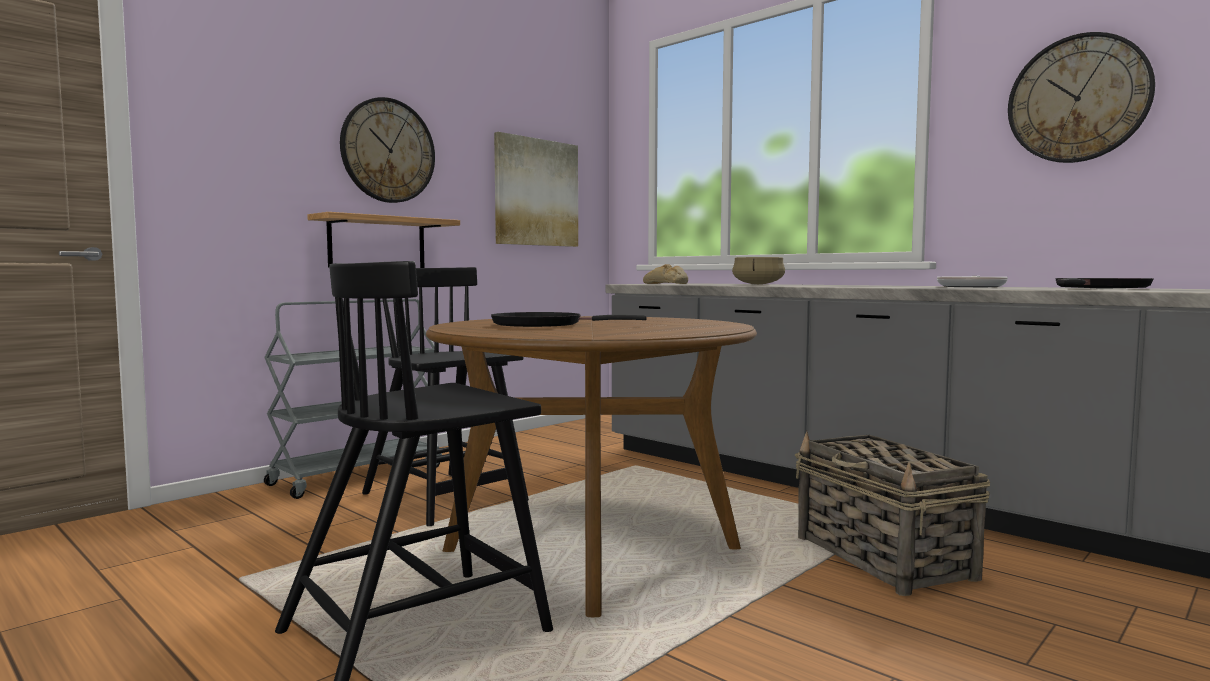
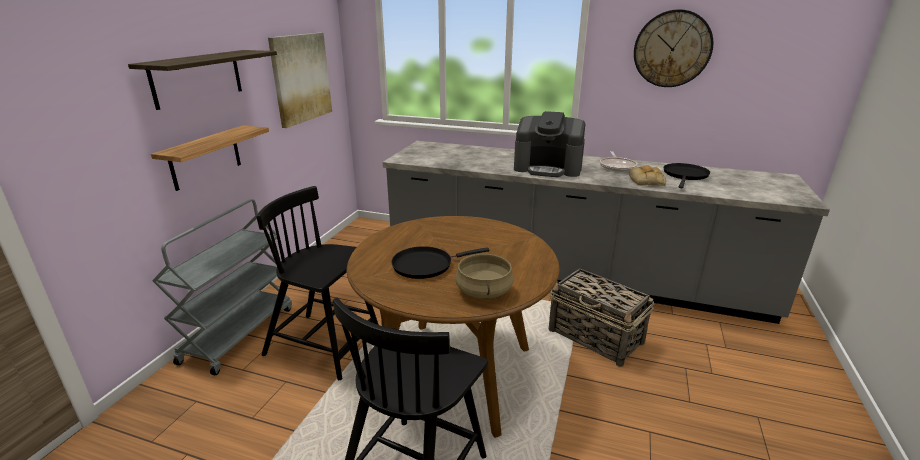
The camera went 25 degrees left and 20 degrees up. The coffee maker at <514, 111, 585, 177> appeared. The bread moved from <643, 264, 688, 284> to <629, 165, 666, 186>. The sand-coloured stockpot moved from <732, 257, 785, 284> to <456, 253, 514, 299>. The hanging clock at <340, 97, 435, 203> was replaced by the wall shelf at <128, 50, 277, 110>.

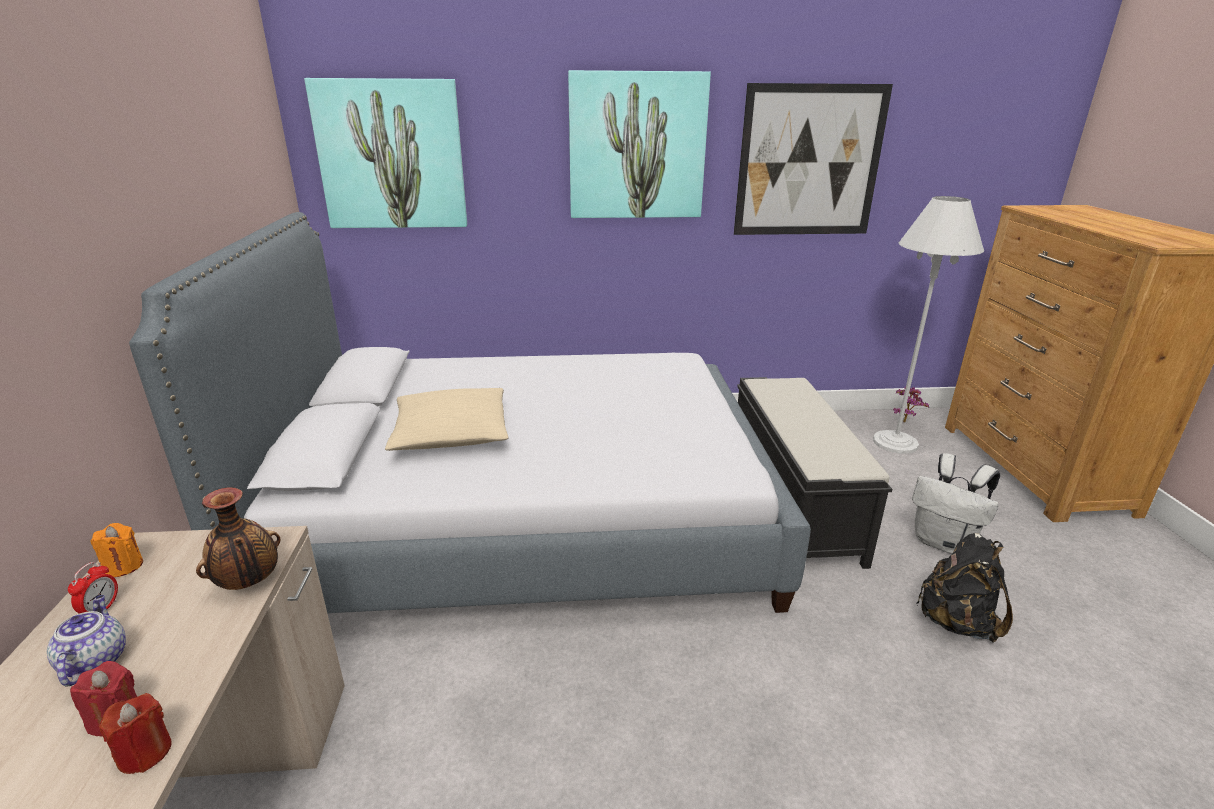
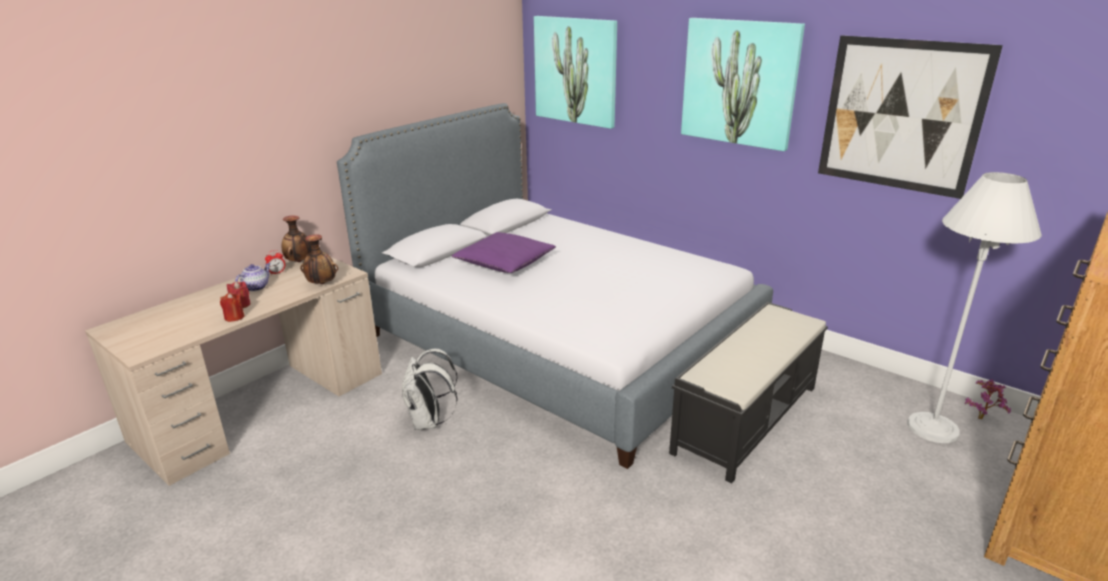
The camera went 45 degrees right and 0 degrees up. The blackish rucksack at <916, 533, 1013, 643> disappeared. The whitish rucksack moved from <912, 453, 1000, 554> to <401, 348, 458, 430>. The orange wax candle at <90, 523, 143, 577> was replaced by the vase at <282, 215, 311, 262>. The sand-coloured cushion at <385, 388, 509, 451> became the purple-coloured cushion at <451, 232, 556, 273>.

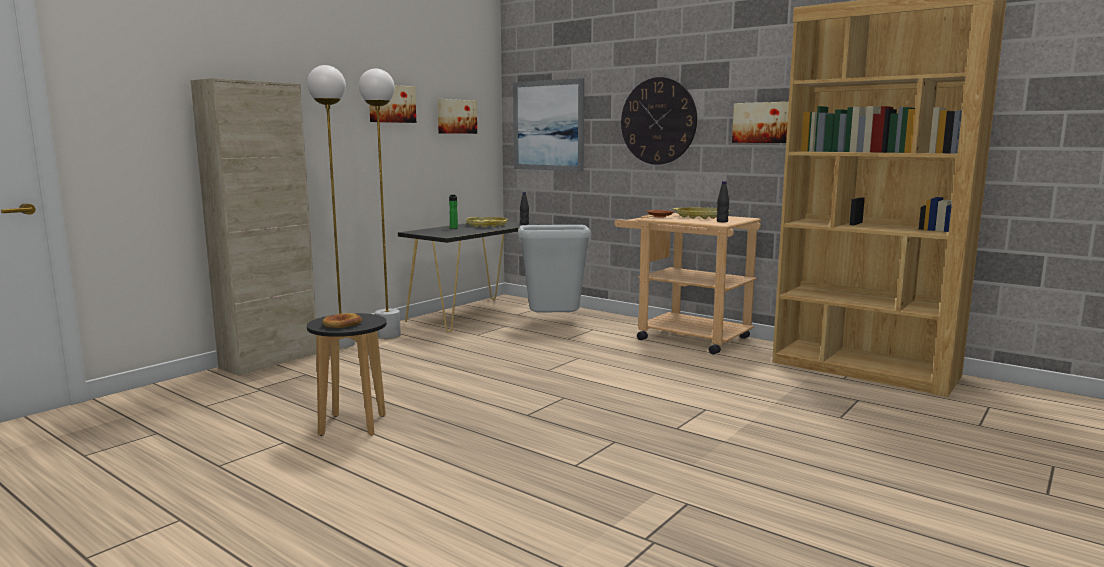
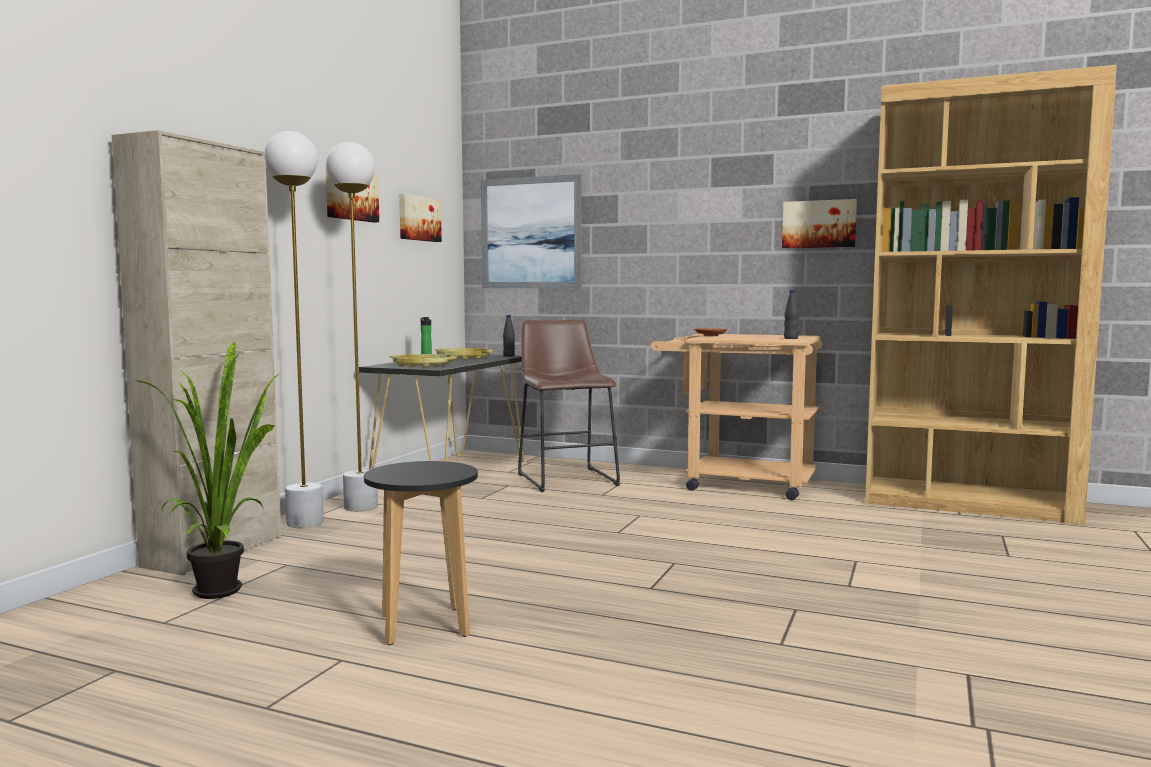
The camera went 15 degrees left and 5 degrees down. The bread at <322, 313, 362, 328> disappeared. The hanging clock at <621, 77, 697, 165> disappeared. The plant in a pot at <135, 342, 279, 599> appeared. The yellow-coloured carrying tray moved from <673, 207, 730, 219> to <390, 354, 457, 368>. The grey trash can at <518, 225, 591, 313> was replaced by the brownish stool at <518, 319, 620, 492>.

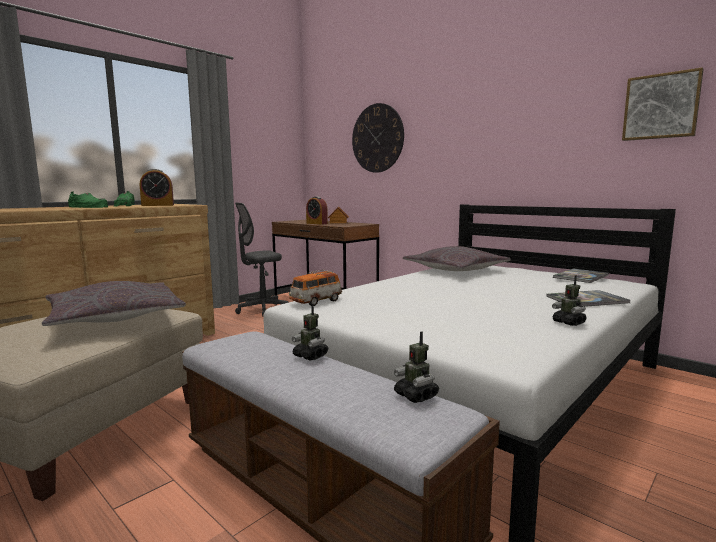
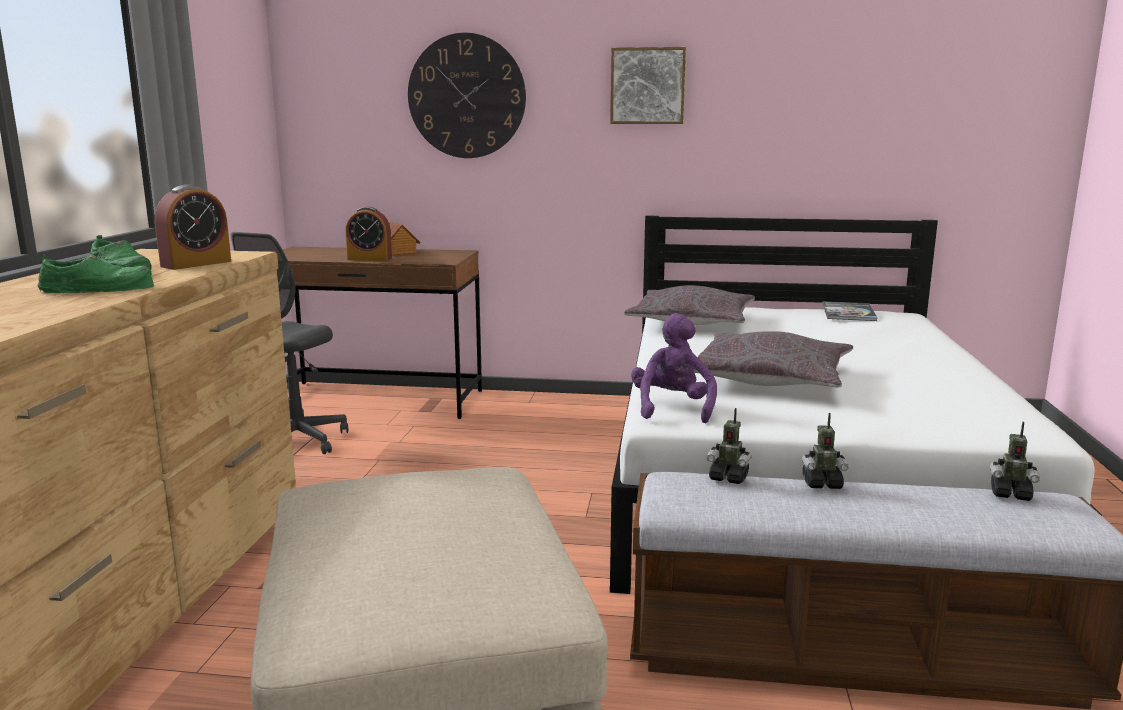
The camera went 35 degrees left and 5 degrees up. The bound book at <546, 290, 630, 307> disappeared. The grey cushion moved from <42, 281, 186, 326> to <693, 331, 853, 388>. The robot figure moved from <552, 275, 587, 326> to <707, 408, 752, 484>. The wall picture moved from <622, 67, 704, 141> to <610, 47, 686, 124>. The model car at <289, 270, 342, 306> was replaced by the purple-coloured soft toy at <631, 313, 717, 423>.

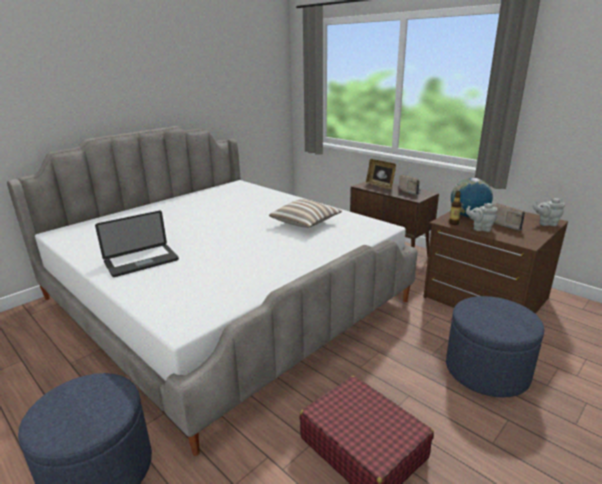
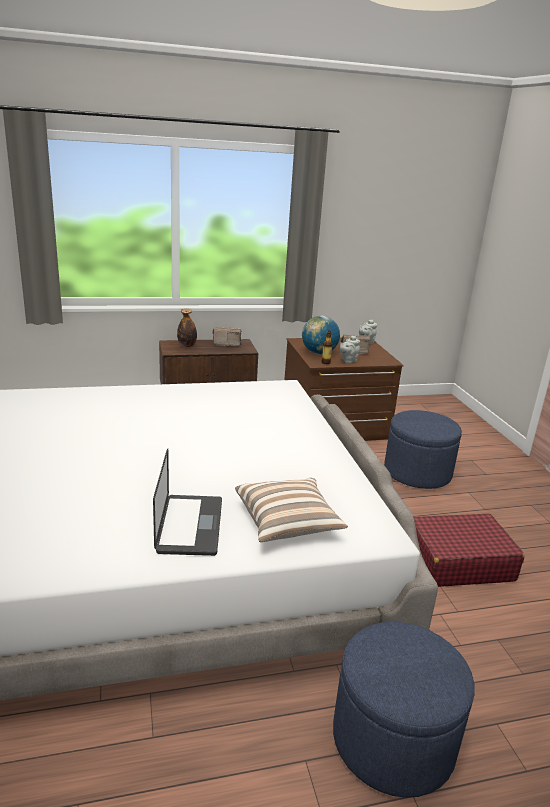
The camera went 60 degrees left and 0 degrees up. The cushion moved from <269, 199, 342, 228> to <235, 478, 348, 542>. The photo frame at <366, 159, 396, 189> was replaced by the beverage bottle at <177, 308, 197, 347>.

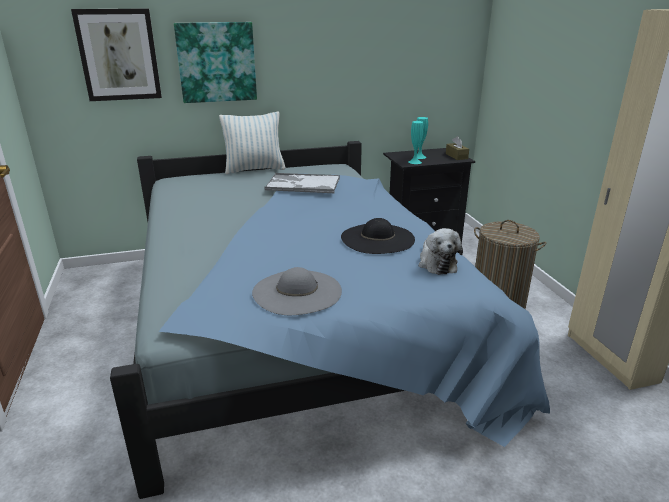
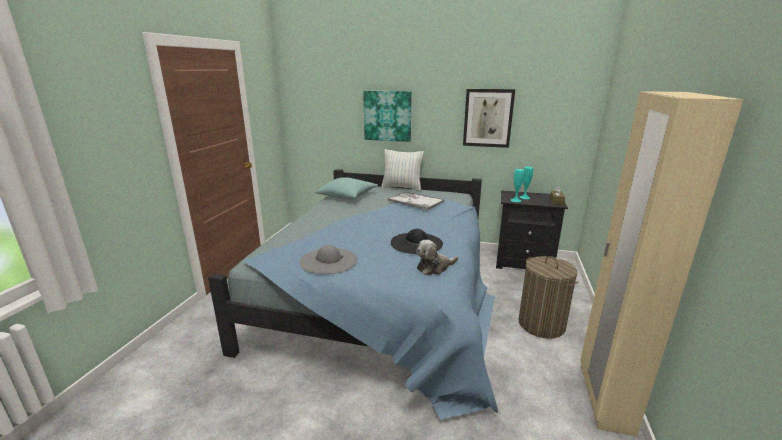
The camera went 30 degrees right and 5 degrees down. The blue-green cushion at <315, 177, 378, 199> appeared. The wall picture moved from <71, 8, 162, 101> to <463, 89, 515, 148>. The soft toy at <419, 228, 463, 275> turned 45 degrees clockwise.

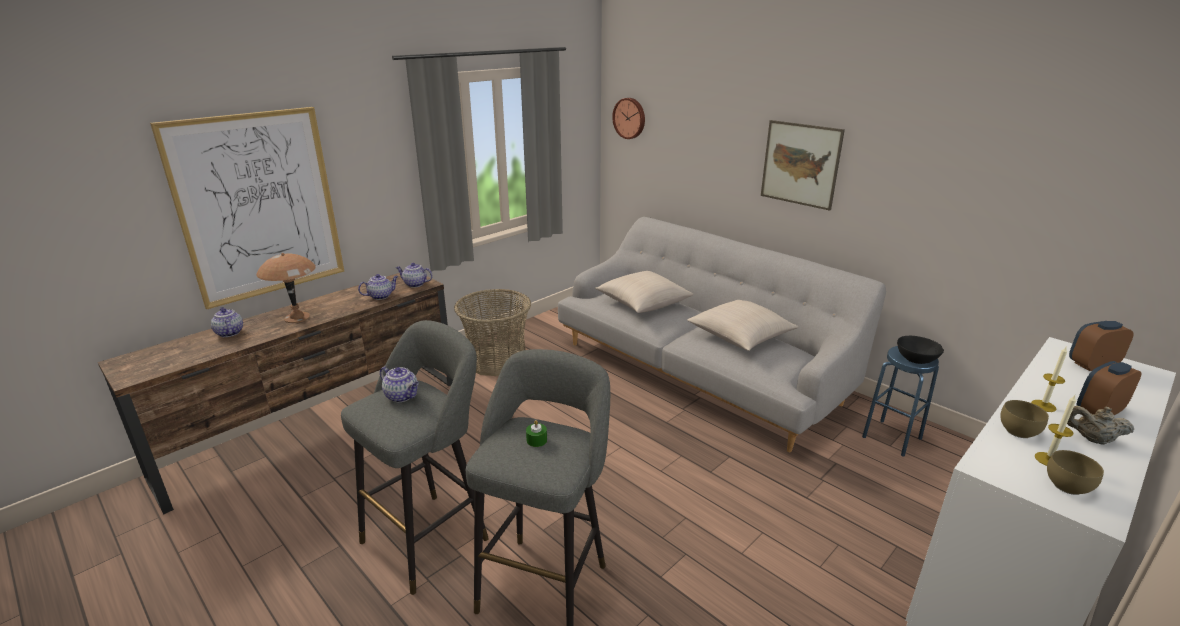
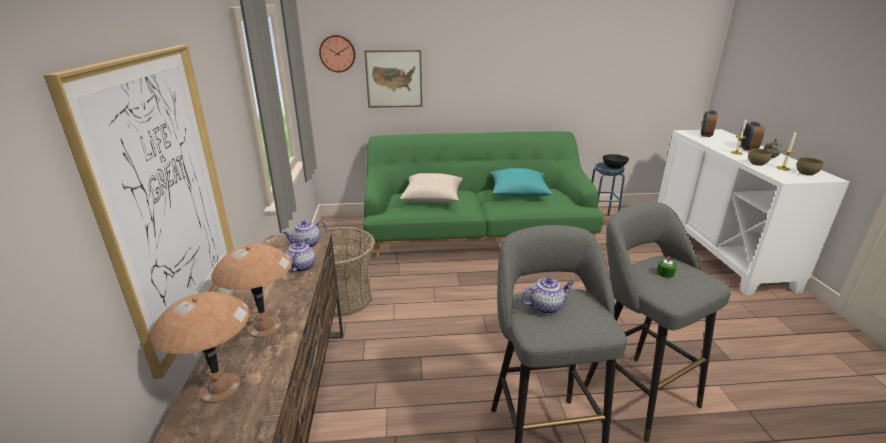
The camera went 50 degrees left and 0 degrees up. The wall picture moved from <761, 120, 845, 211> to <364, 50, 422, 108>. The teapot at <211, 307, 243, 337> was replaced by the brownish tabletop lamp at <150, 292, 250, 403>. The grey settee at <558, 217, 886, 452> became the greenish settee at <363, 131, 604, 259>. The sand-coloured cushion at <687, 300, 799, 351> became the blue-green cushion at <490, 168, 553, 197>.

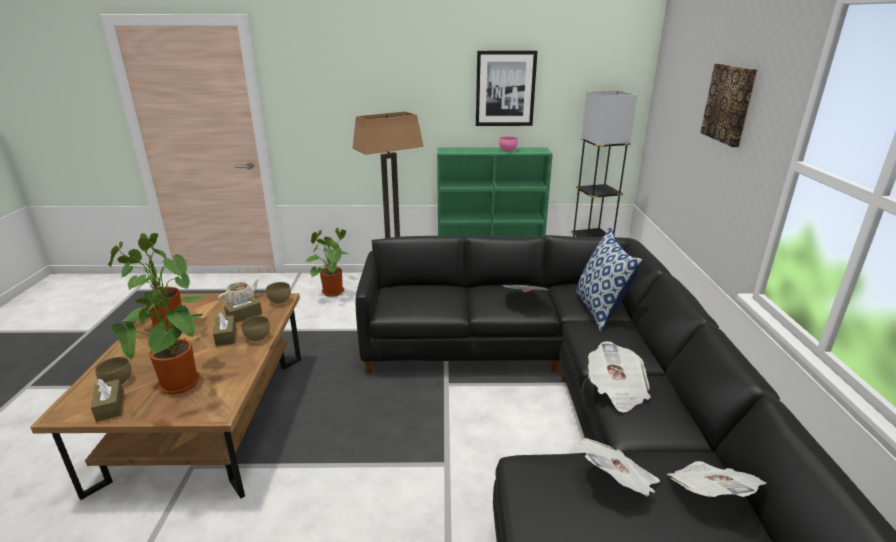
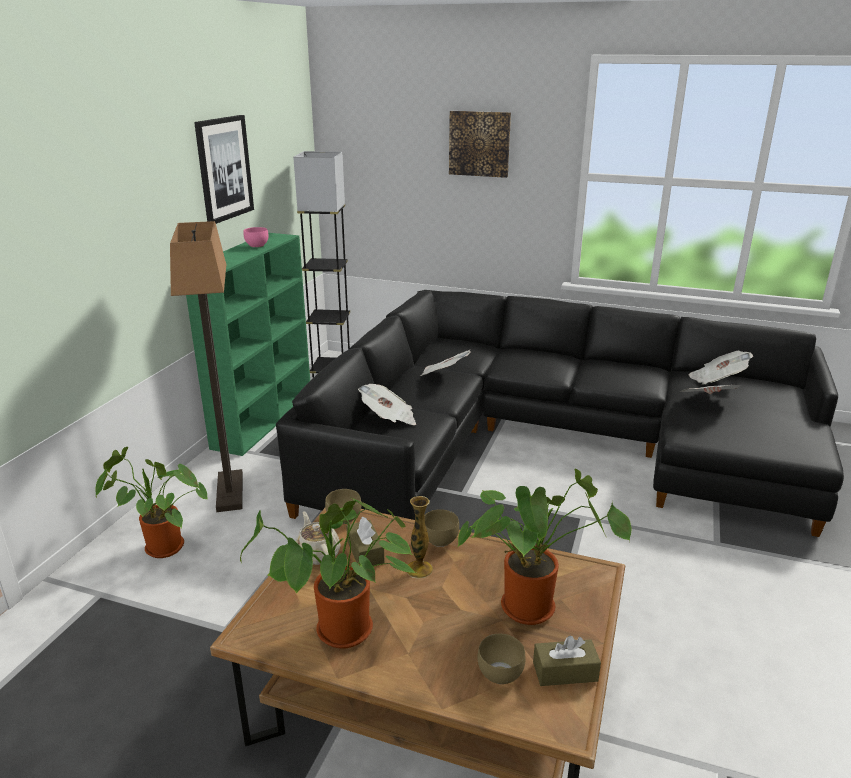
The camera went 70 degrees left and 0 degrees up. The cushion at <576, 227, 642, 332> disappeared. The newspaper moved from <588, 341, 651, 413> to <358, 384, 416, 425>. The brownish tissue holder at <213, 312, 236, 346> was replaced by the vase at <407, 496, 433, 578>.

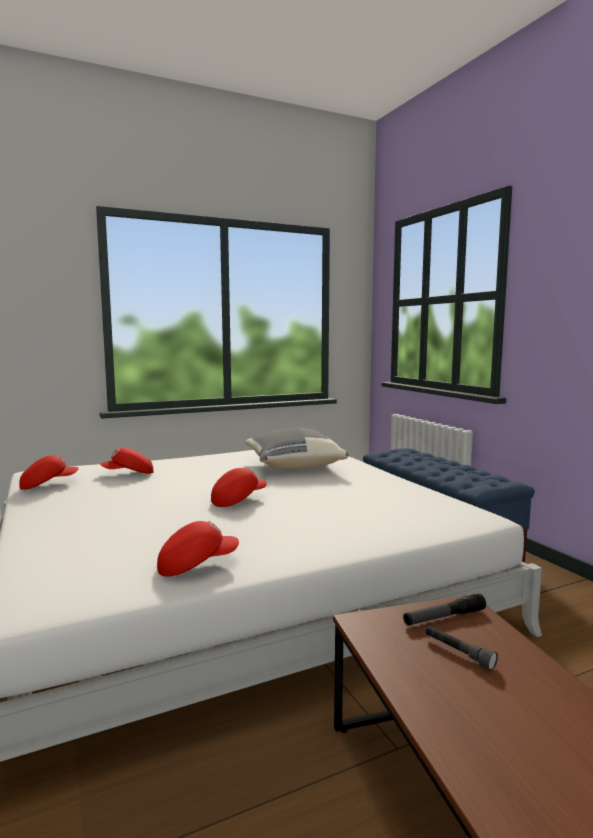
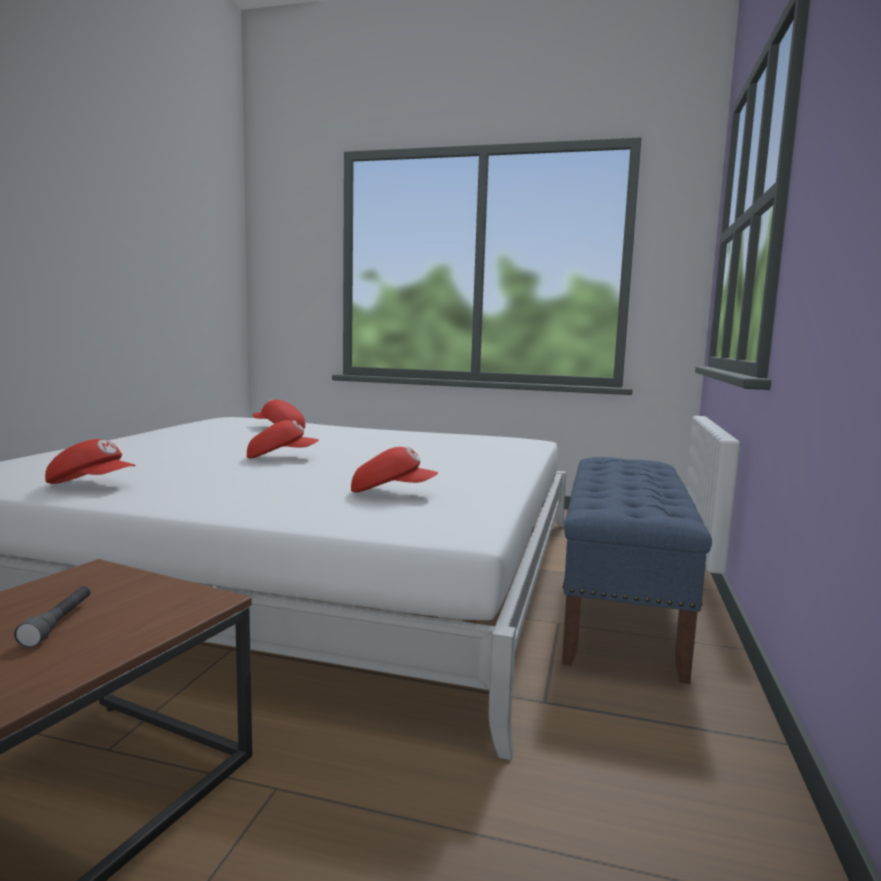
The camera went 40 degrees right and 0 degrees up. The grey cushion at <245, 428, 349, 469> disappeared. The hand torch at <403, 593, 486, 625> disappeared. The red-coloured baseball cap moved from <19, 455, 79, 490> to <351, 447, 438, 493>.

